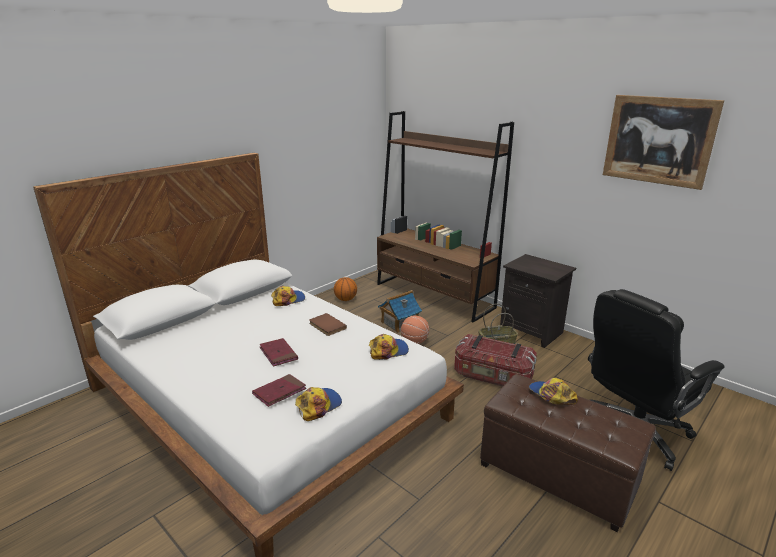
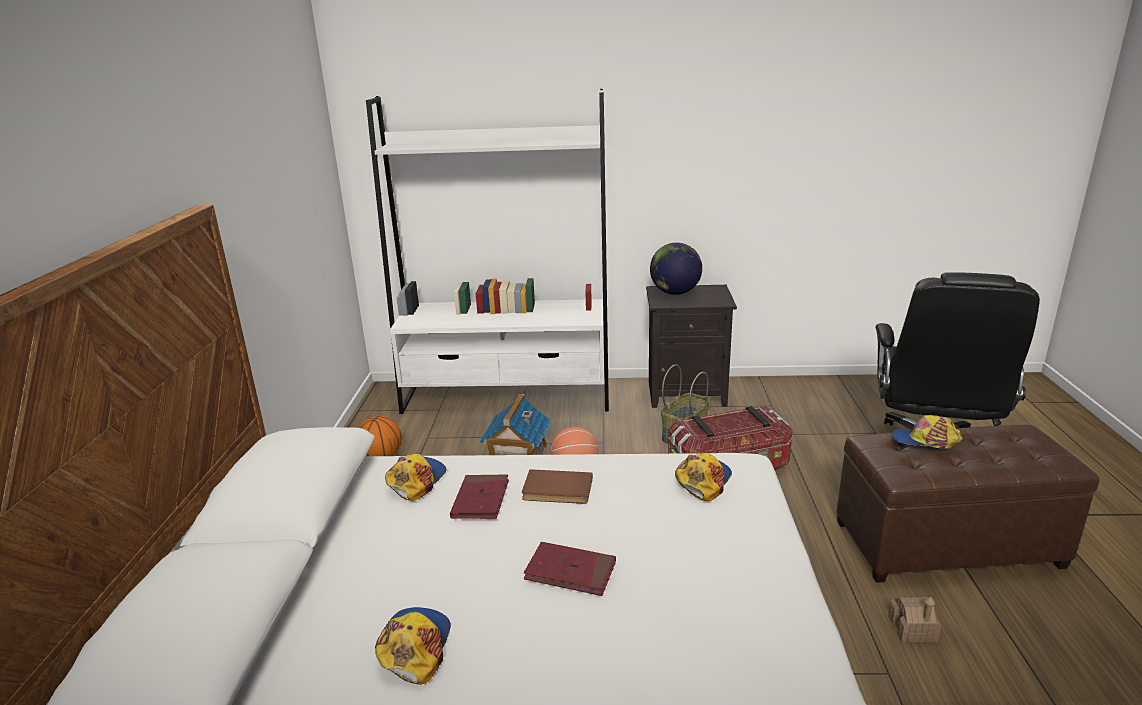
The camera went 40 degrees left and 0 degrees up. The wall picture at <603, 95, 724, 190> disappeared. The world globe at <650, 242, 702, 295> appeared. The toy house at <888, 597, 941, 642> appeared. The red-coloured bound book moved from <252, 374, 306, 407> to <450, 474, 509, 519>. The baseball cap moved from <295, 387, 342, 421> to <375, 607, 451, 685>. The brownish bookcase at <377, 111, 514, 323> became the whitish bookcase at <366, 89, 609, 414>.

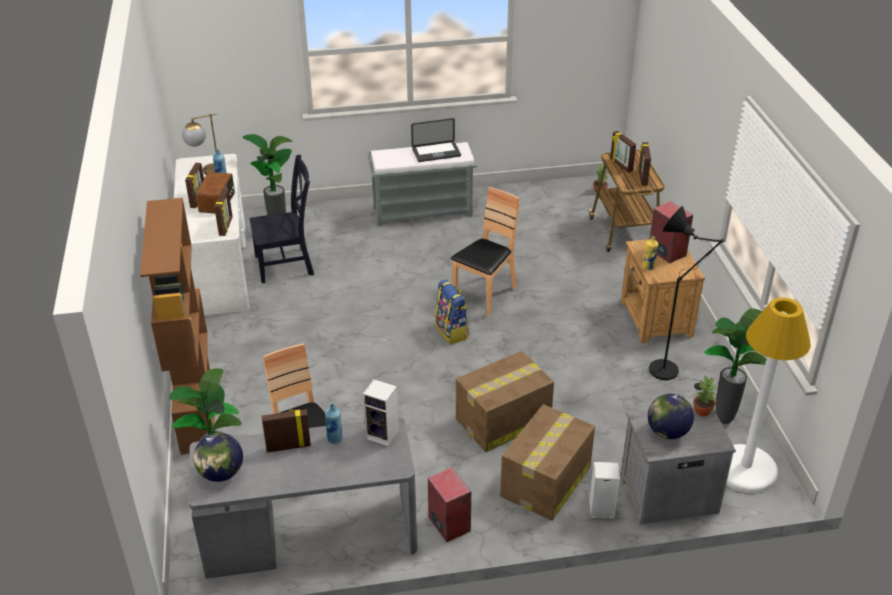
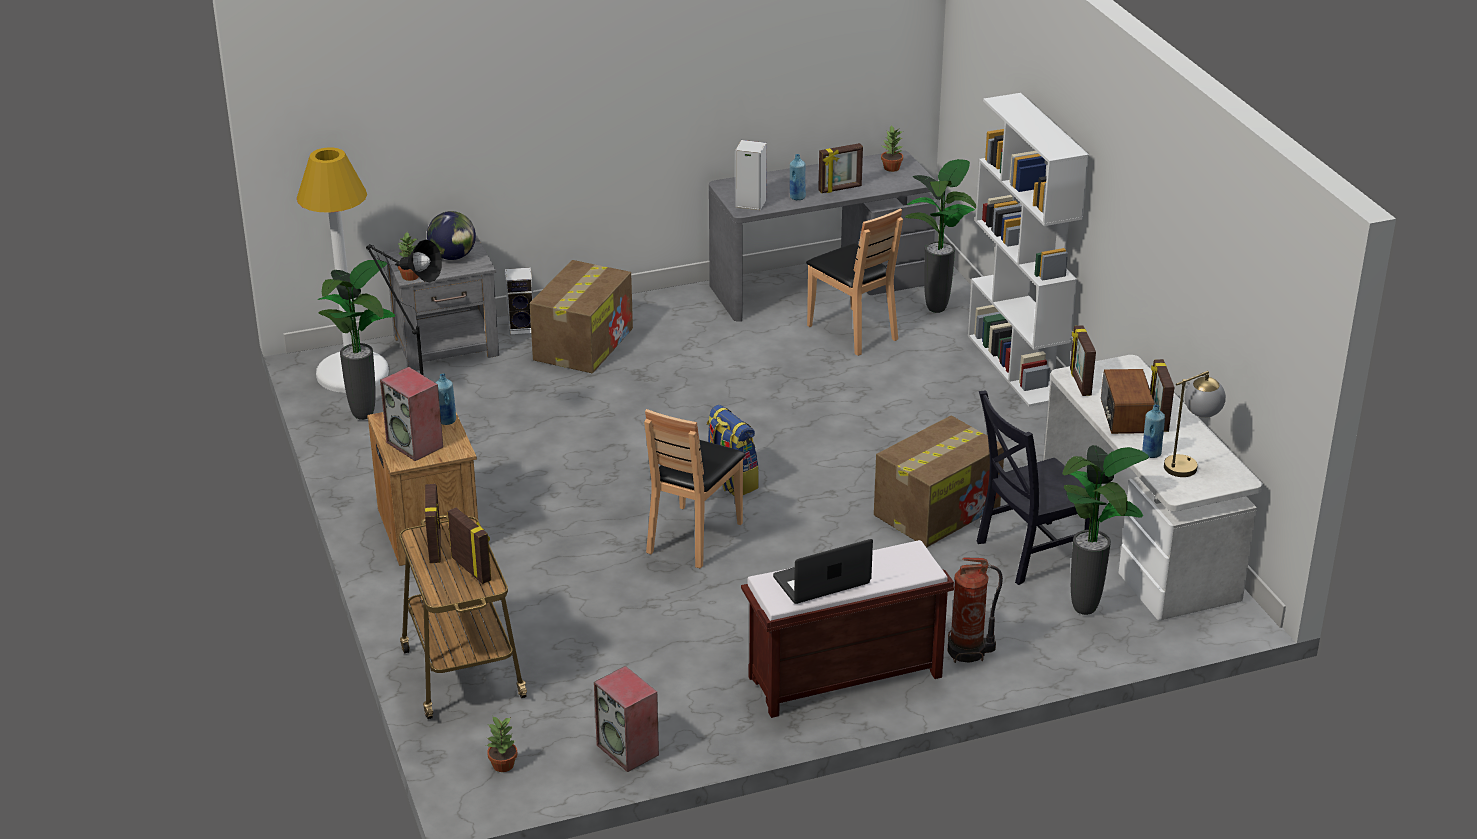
The camera went 170 degrees right and 5 degrees down. The fire-fighting cylinder at <947, 557, 1003, 663> appeared. The speaker moved from <428, 467, 471, 542> to <594, 666, 659, 772>. The cardboard box moved from <456, 351, 554, 452> to <874, 416, 1004, 547>. The world globe at <194, 433, 243, 482> was replaced by the plant in a pot at <881, 125, 903, 172>. The brownish bookcase at <140, 198, 215, 455> became the whitish bookcase at <968, 93, 1089, 407>. The grey long seat at <368, 142, 477, 226> became the brownish long seat at <741, 540, 954, 718>. The yellow-coloured beverage bottle at <642, 236, 659, 270> became the blue-coloured beverage bottle at <435, 373, 456, 425>.

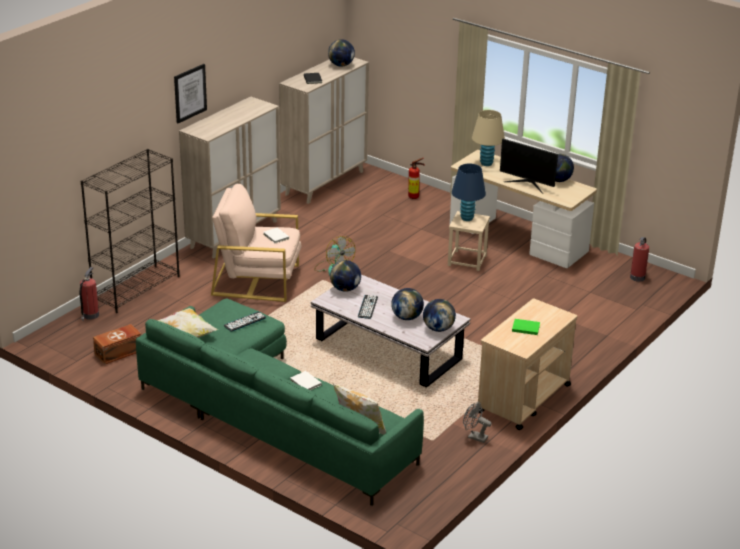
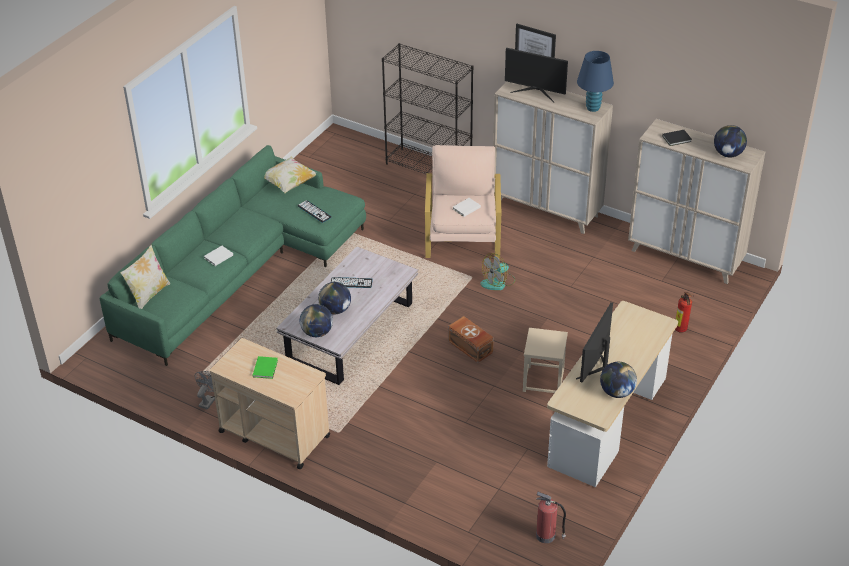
The camera went 85 degrees right and 10 degrees up. The fire-fighting cylinder at <80, 267, 99, 321> disappeared. The world globe at <330, 260, 361, 292> disappeared. The sand-coloured tabletop lamp at <472, 110, 505, 166> disappeared. The computer display at <505, 48, 568, 102> appeared. The brownish storage container moved from <93, 324, 141, 365> to <448, 316, 494, 363>. The blue-coloured tabletop lamp moved from <452, 164, 486, 221> to <577, 51, 614, 112>.

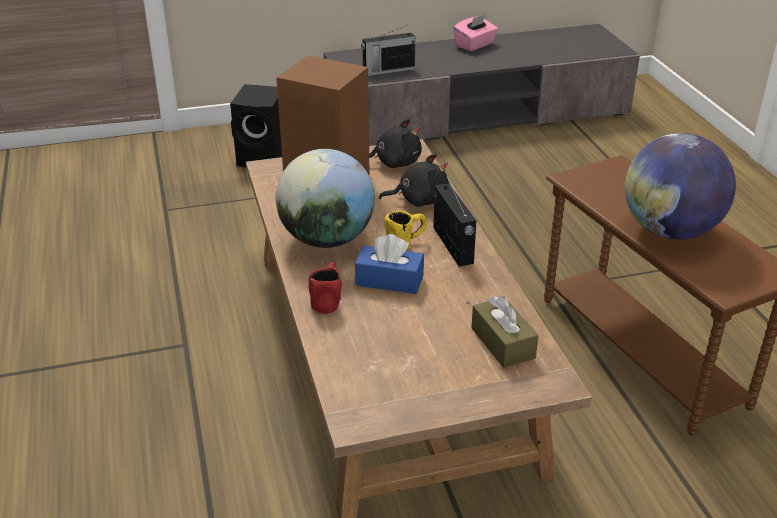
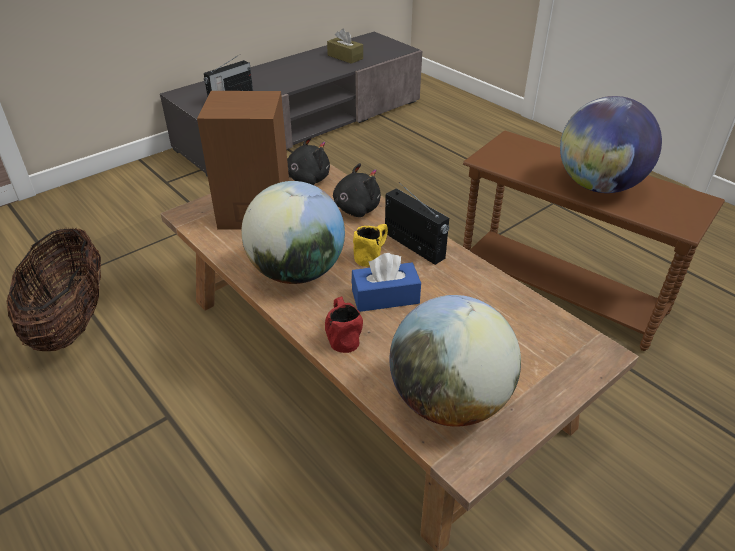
The camera went 25 degrees left and 5 degrees up. The blackish speaker at <230, 84, 282, 167> disappeared. The pinkish tissue holder at <453, 14, 498, 51> disappeared. The basket at <6, 228, 101, 351> appeared. The world globe at <390, 295, 521, 426> appeared. The brownish tissue holder moved from <471, 296, 539, 368> to <327, 28, 363, 64>.

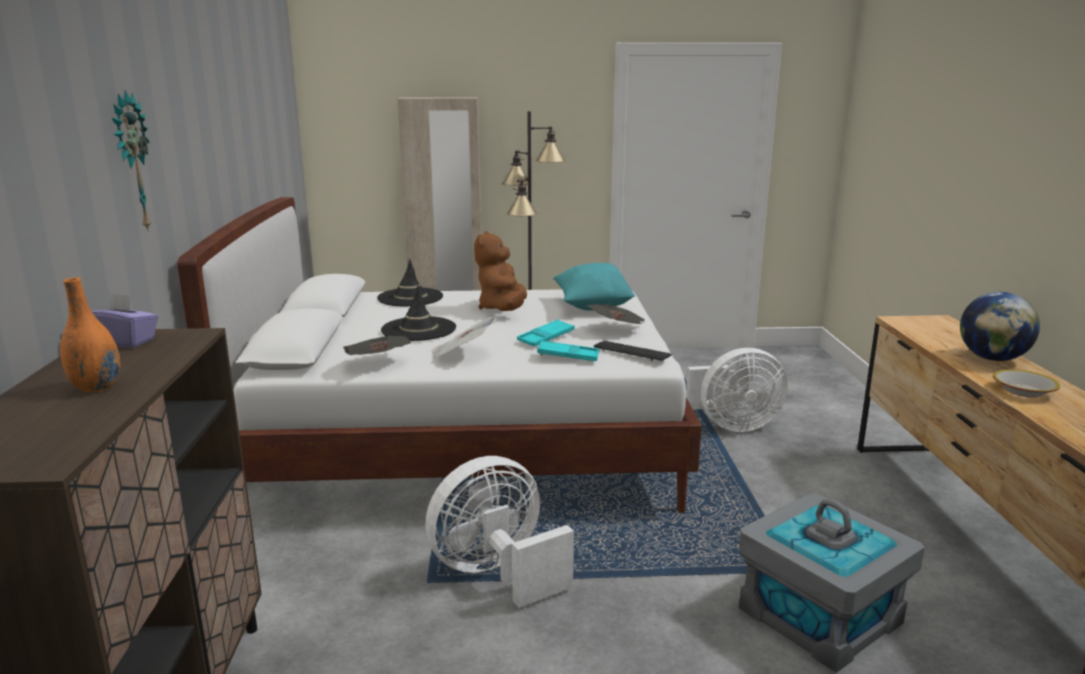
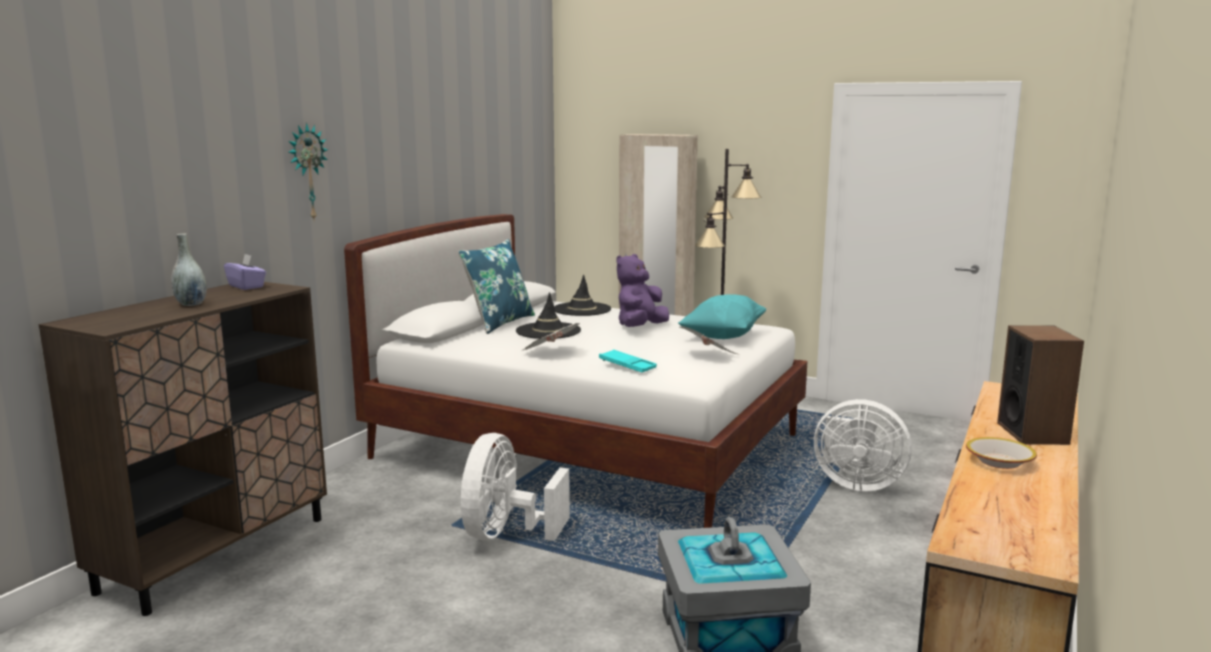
The camera went 30 degrees right and 5 degrees down. The newspaper at <343, 336, 411, 355> disappeared. The blue-green carrying tray at <517, 320, 575, 346> disappeared. The PC keyboard at <594, 341, 672, 361> disappeared. The blue-coloured cushion at <458, 239, 535, 334> appeared. The world globe at <960, 292, 1040, 361> was replaced by the speaker at <997, 325, 1084, 445>. The orange vase at <60, 277, 121, 392> became the grey vase at <171, 233, 207, 306>. The brownish soft toy at <474, 231, 527, 311> became the purple-coloured soft toy at <616, 254, 669, 327>. The whitish electric fan at <426, 456, 574, 608> turned 75 degrees counterclockwise.

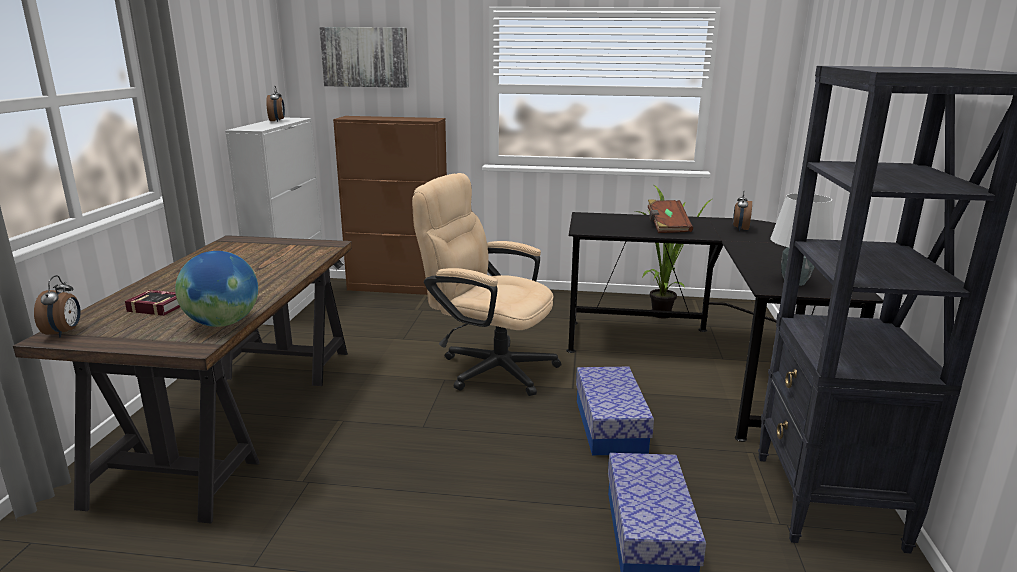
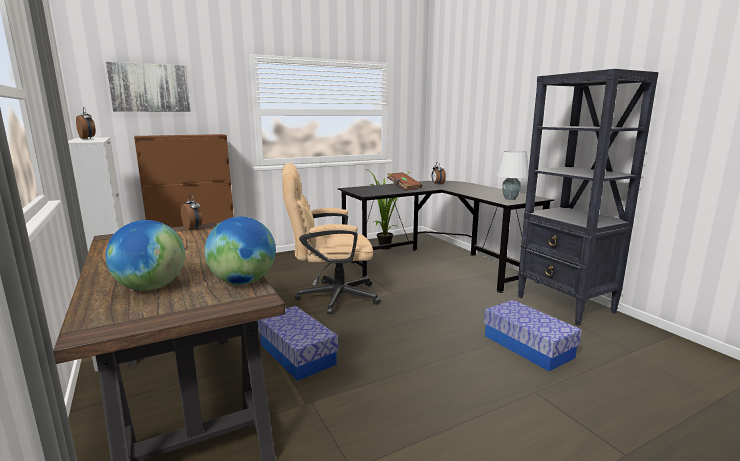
The camera went 35 degrees left and 5 degrees down. The bedside clock moved from <34, 275, 81, 337> to <181, 194, 203, 230>. The storage container moved from <576, 367, 654, 455> to <258, 306, 338, 381>. The bound book at <125, 290, 180, 316> was replaced by the world globe at <105, 220, 185, 291>.

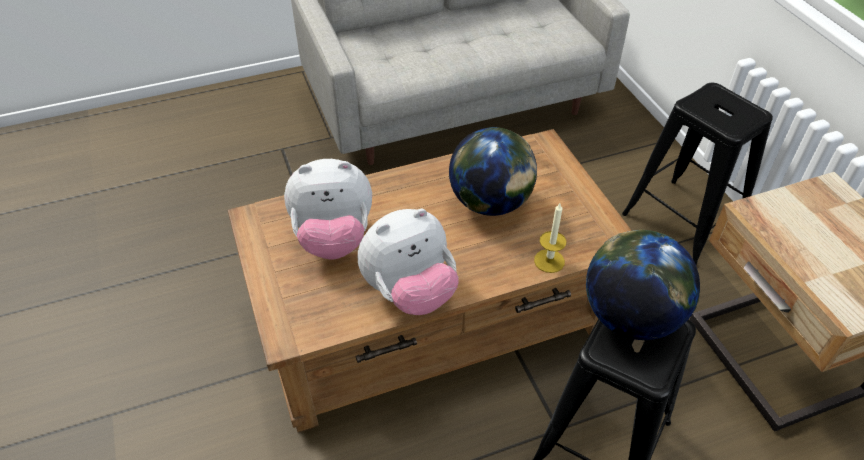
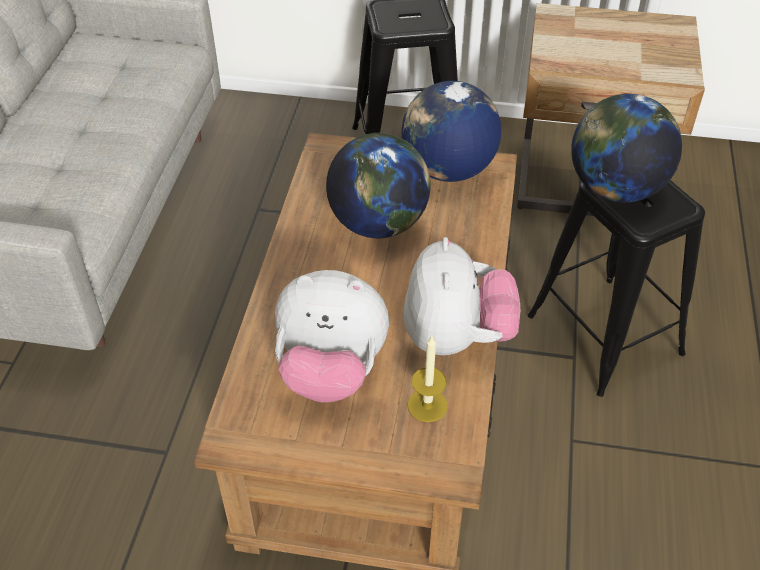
The camera went 60 degrees left and 0 degrees up. The world globe at <401, 81, 501, 182> appeared. The wax candle moved from <534, 203, 566, 273> to <407, 336, 448, 422>. The soft toy at <284, 159, 372, 259> turned 75 degrees clockwise.

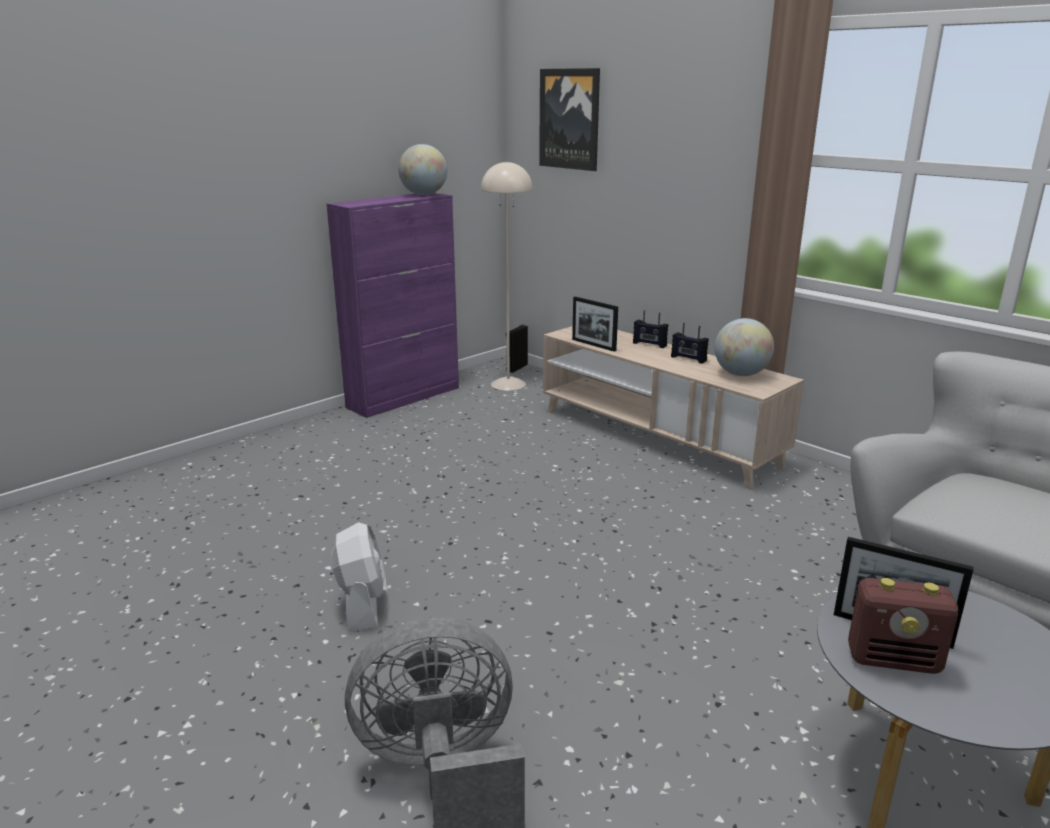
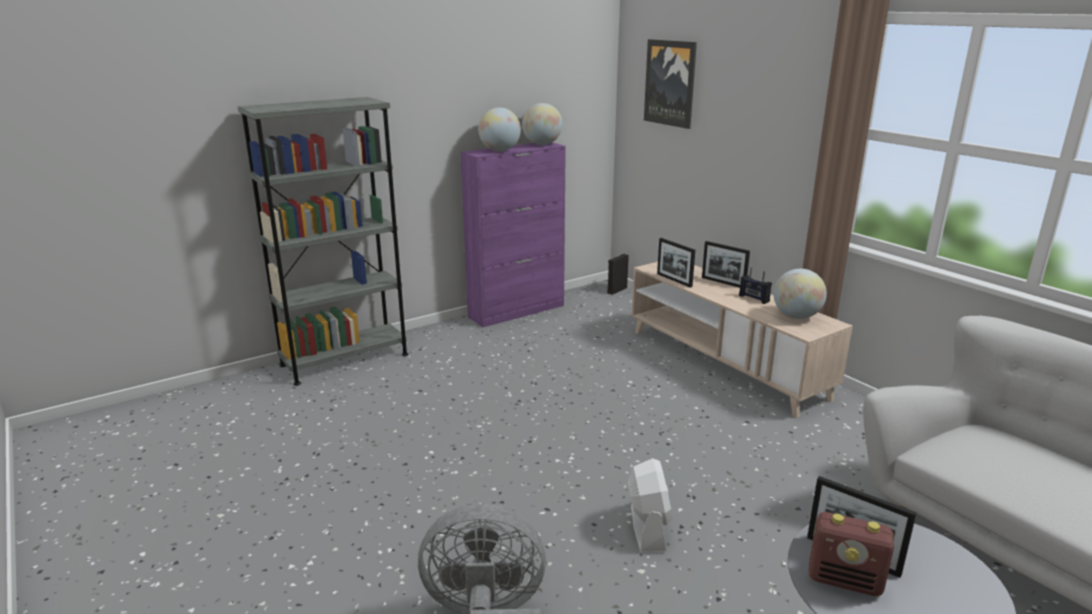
The camera went 10 degrees right and 0 degrees up. The sand-coloured floor lamp at <481, 161, 533, 391> disappeared. The grey bookcase at <238, 97, 408, 386> appeared. The world globe at <478, 107, 521, 151> appeared. The whitish electric fan moved from <331, 522, 387, 631> to <628, 458, 673, 552>. The radio receiver at <633, 310, 668, 348> was replaced by the photo frame at <702, 241, 750, 288>.

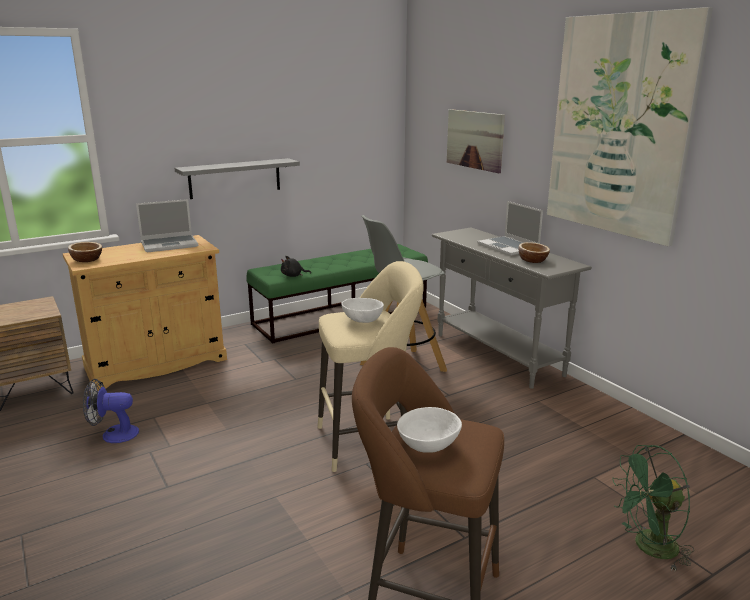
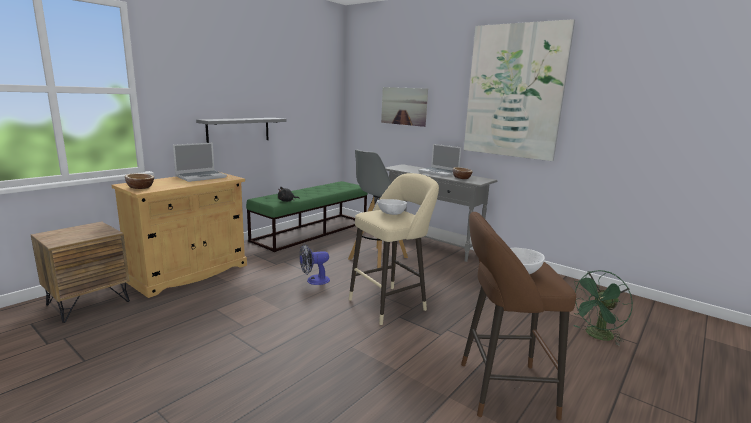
The camera went 20 degrees left and 5 degrees down. The electric fan moved from <83, 379, 139, 443> to <299, 244, 330, 285>.

